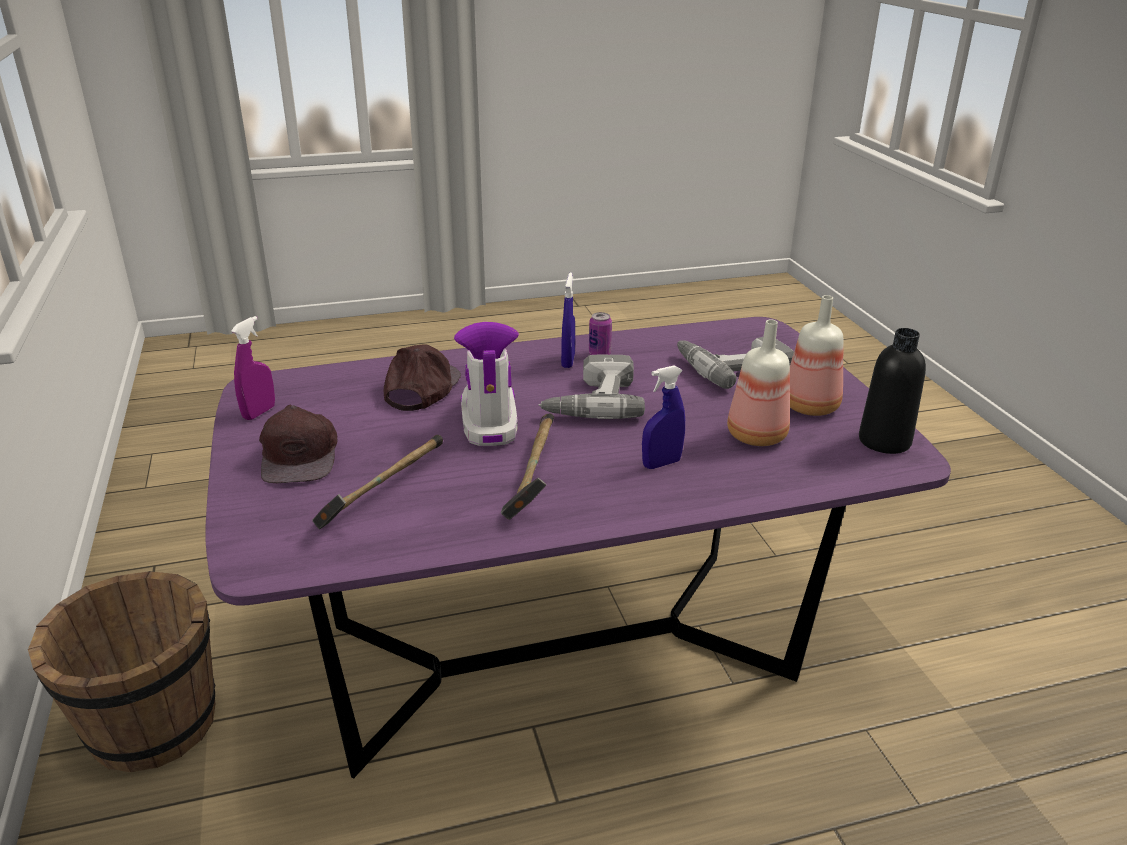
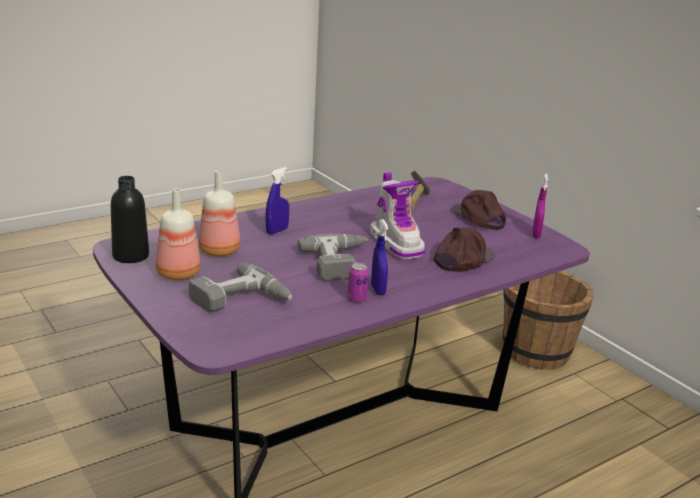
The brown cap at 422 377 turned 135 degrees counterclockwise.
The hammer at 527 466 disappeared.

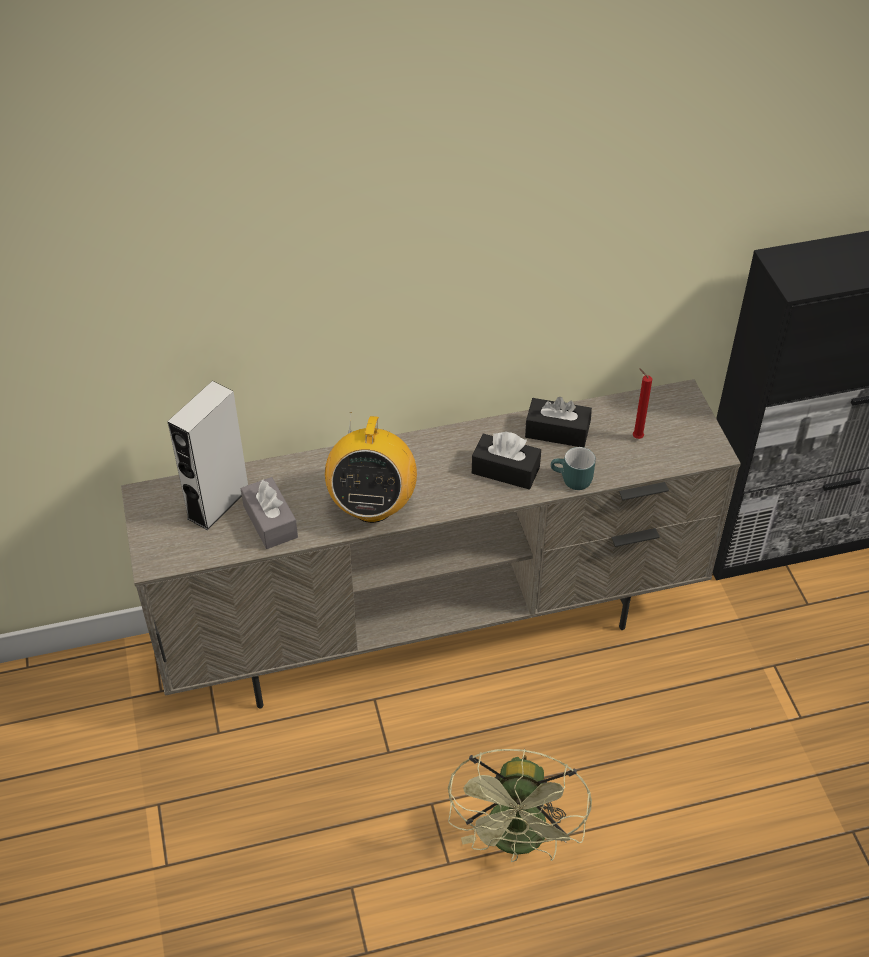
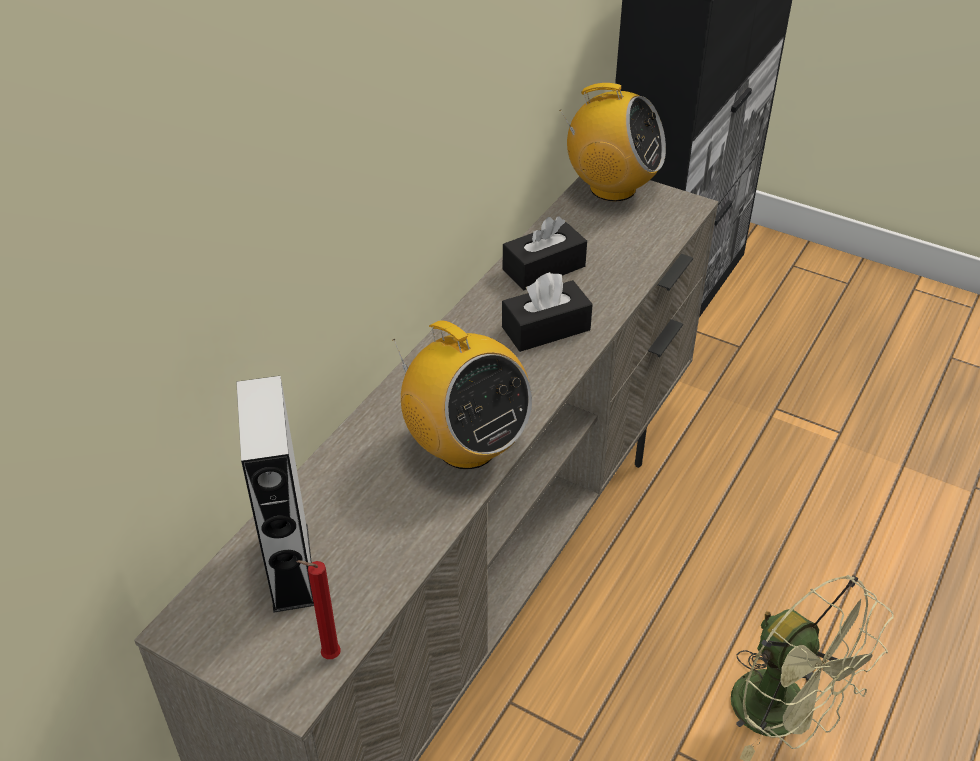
The red candle moved from 642 403 to 318 609.
The turquoise mug at 573 468 disappeared.
The grey tissue box at 269 513 disappeared.
The radio at 613 142 appeared.

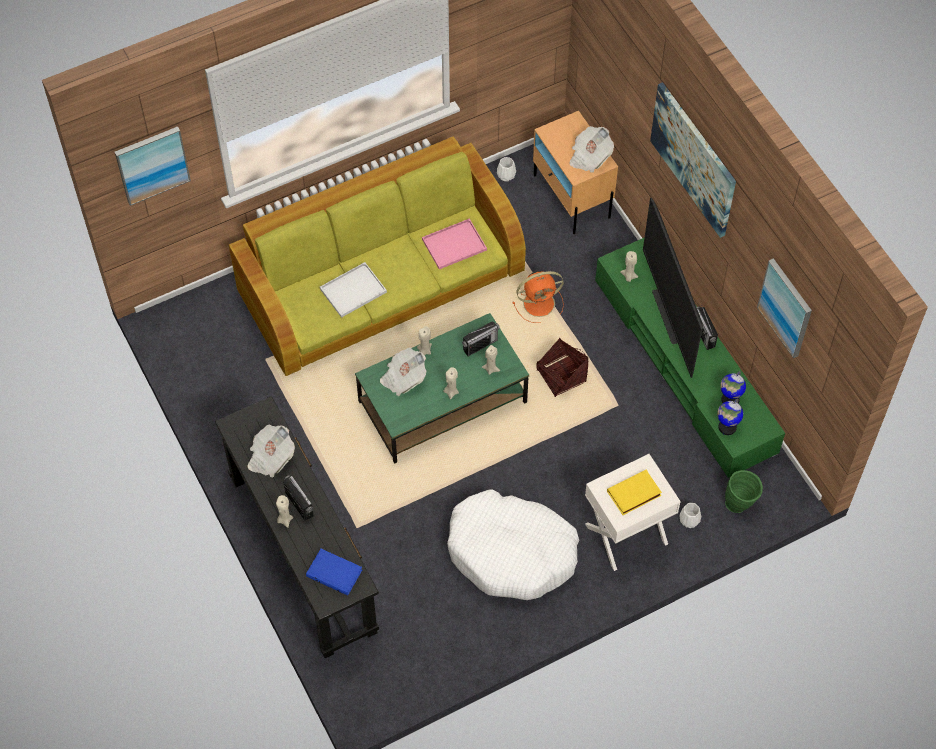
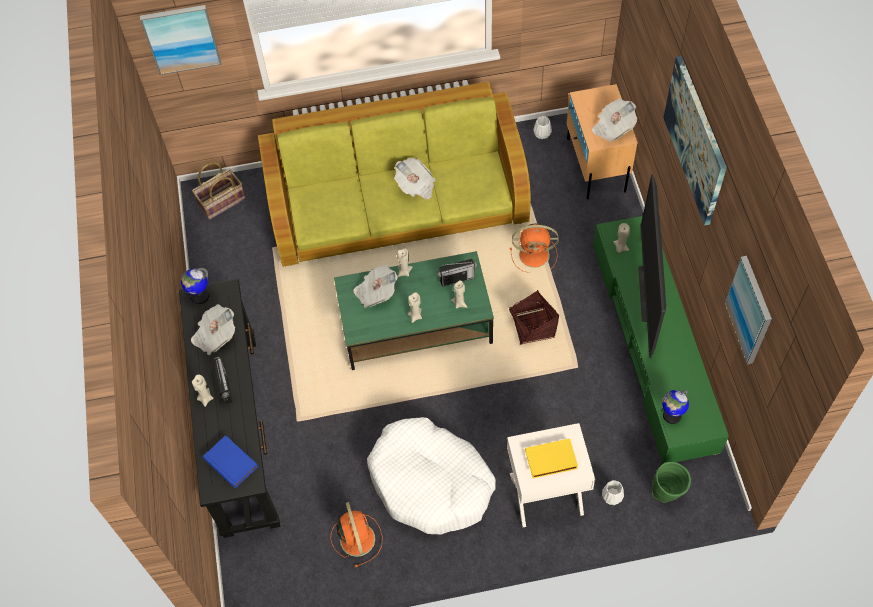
The pink tray at 454 243 disappeared.
The white tray at 353 290 disappeared.
The radio at 707 327 disappeared.
The globe moved from 733 387 to 195 286.
The newspaper at 414 179 appeared.
The basket at 219 191 appeared.
The orange fan at 357 534 appeared.

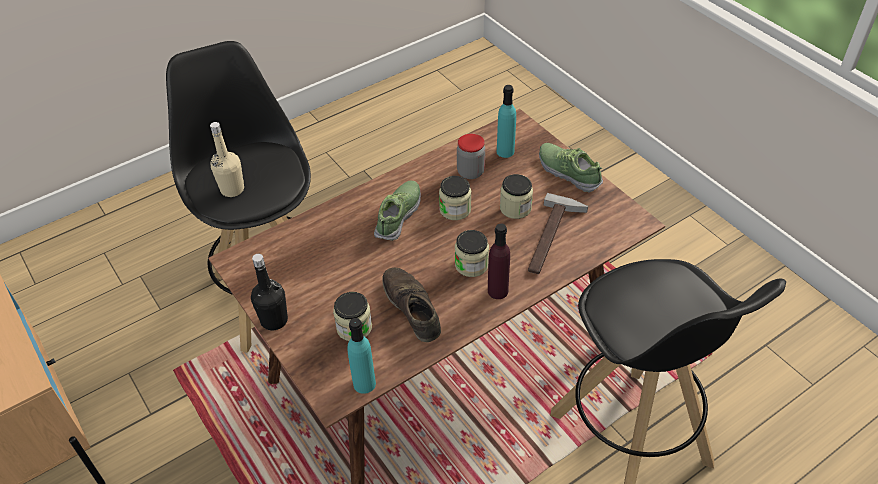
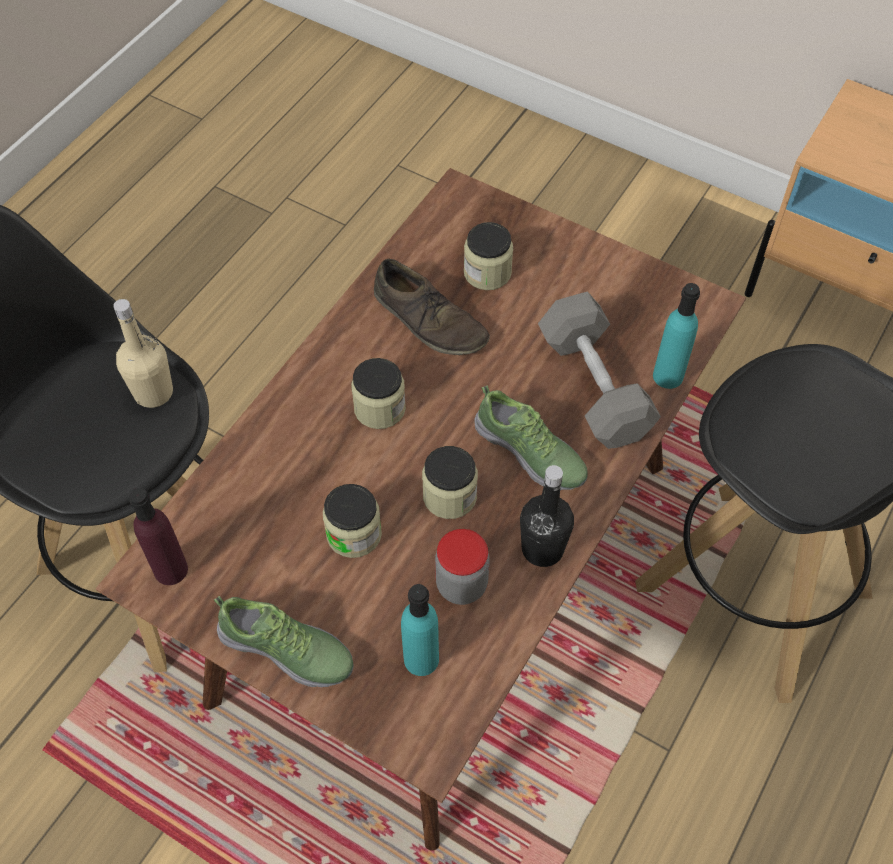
The beige bottle moved from 227 159 to 143 353.
The shoe at 397 211 turned 45 degrees counterclockwise.
The hammer at 558 233 disappeared.
The purple bottle moved from 499 261 to 158 536.
The black bottle moved from 269 292 to 547 516.
The turquoise bottle moved from 361 356 to 676 336.
The grey dumbbell at 599 370 appeared.

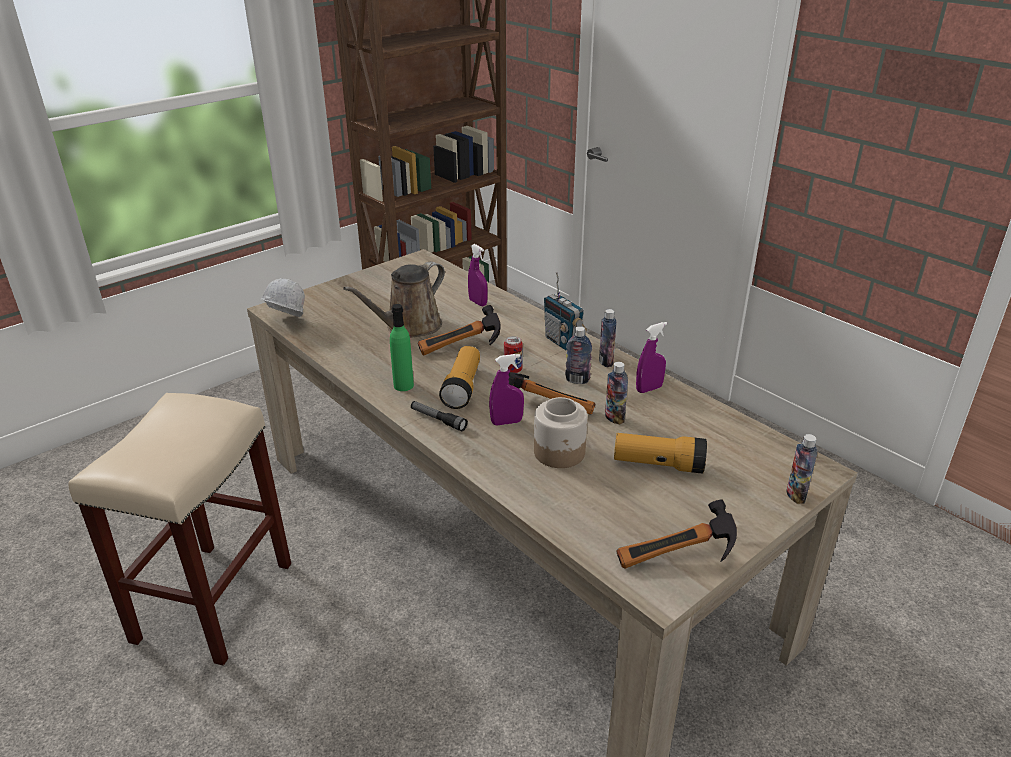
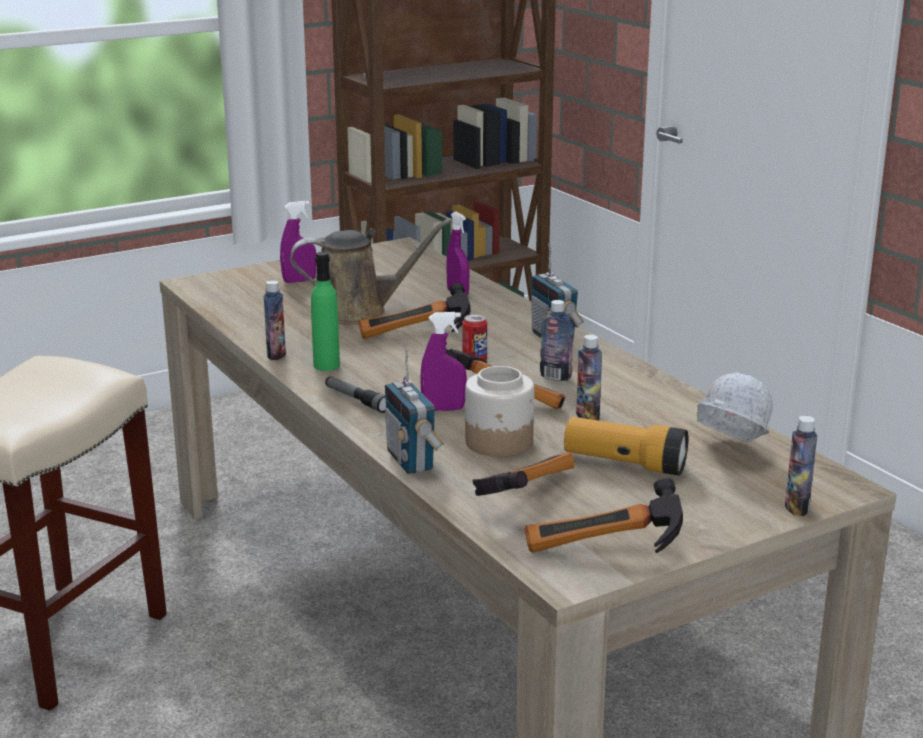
The brown watering can at 394 300 turned 150 degrees counterclockwise.
The white hard hat moved from 283 297 to 735 407.
The bottle moved from 608 338 to 275 320.
The purple spray bottle moved from 651 357 to 298 242.
The flashlight at 459 377 disappeared.
The radio at 414 409 appeared.
The hammer at 523 474 appeared.

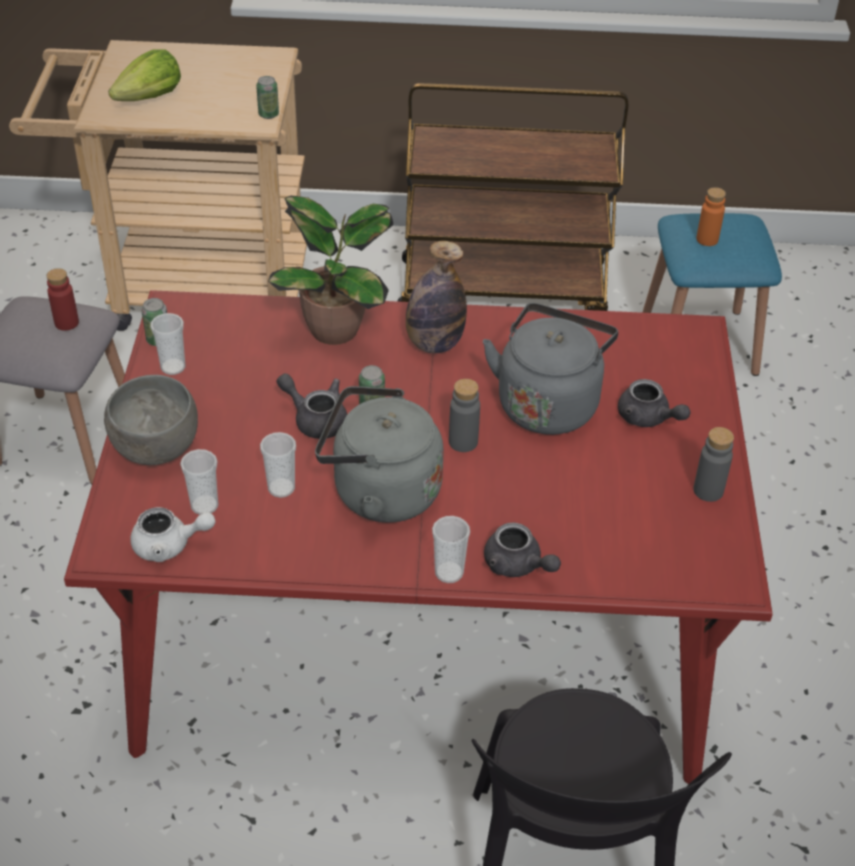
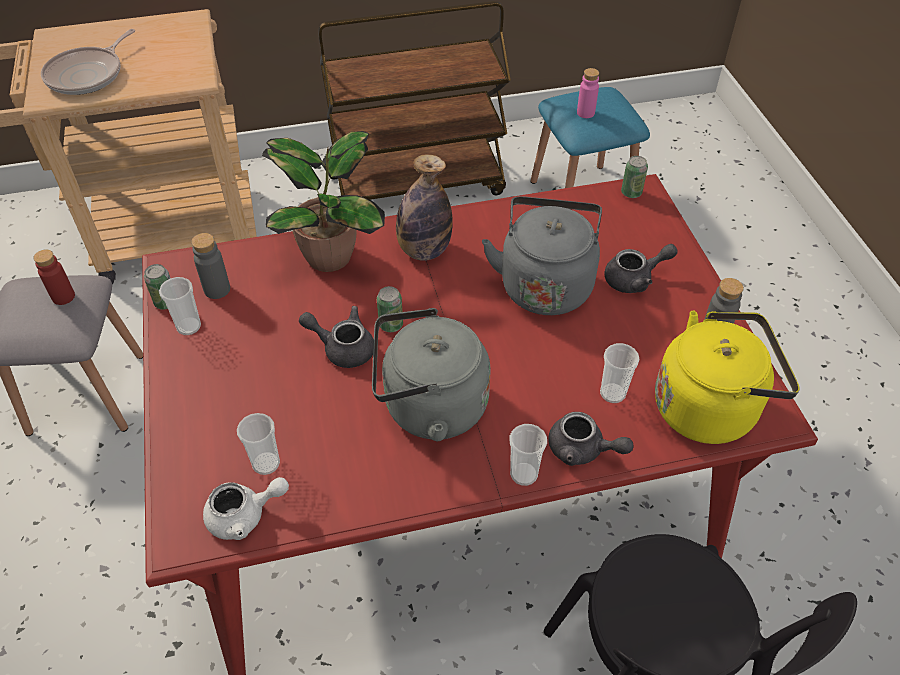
The lettuce at 144 75 was replaced by the frying pan at 88 62.
The can moved from 267 97 to 634 177.
The orange bottle at 711 216 became the pink bottle at 588 93.
The grey bowl at 151 420 disappeared.
The grey bottle moved from 464 415 to 210 266.
The grey teapot at 654 403 turned 45 degrees counterclockwise.
The cup moved from 278 465 to 619 373.
The yellow kettle at 727 377 appeared.

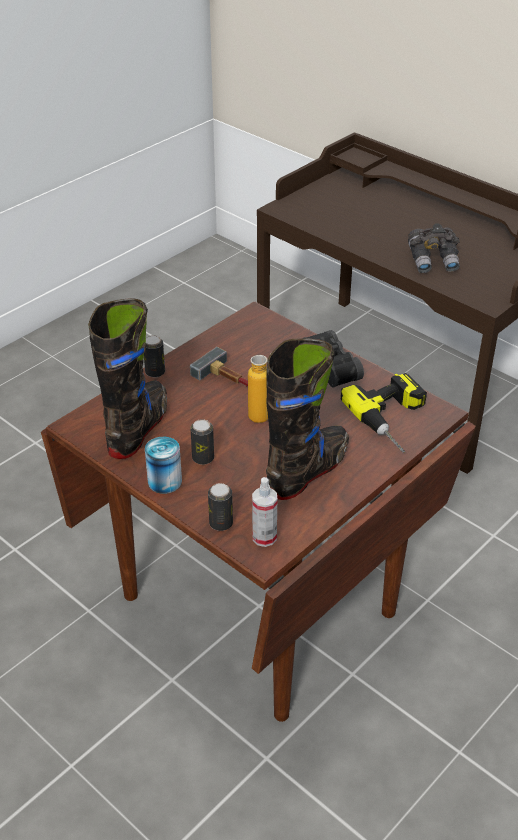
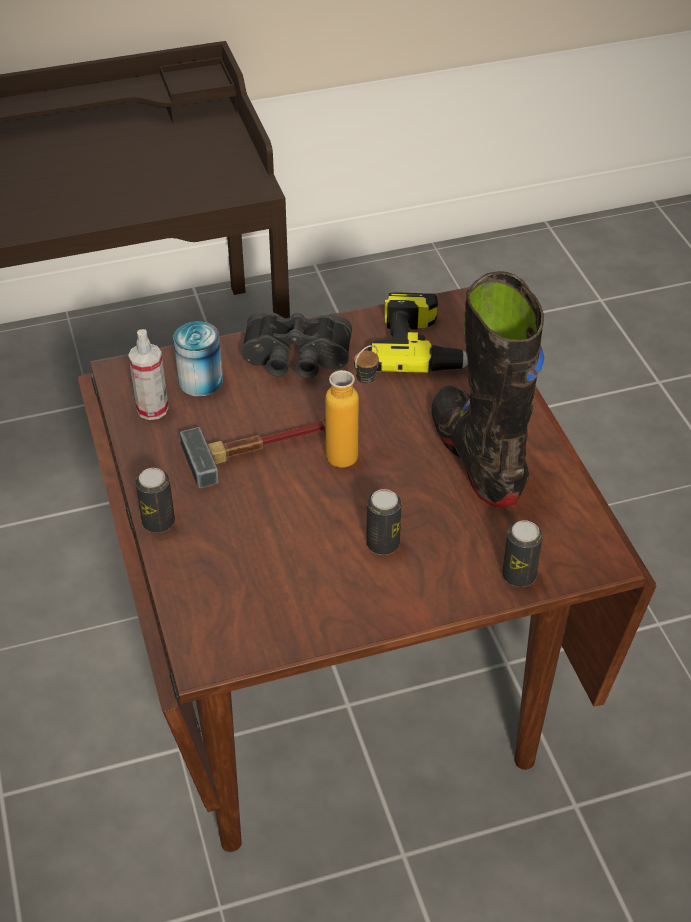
The grey binoculars at 434 248 disappeared.
The black boot at 127 378 disappeared.
The can moved from 163 465 to 198 359.
The spray bottle moved from 264 512 to 148 374.

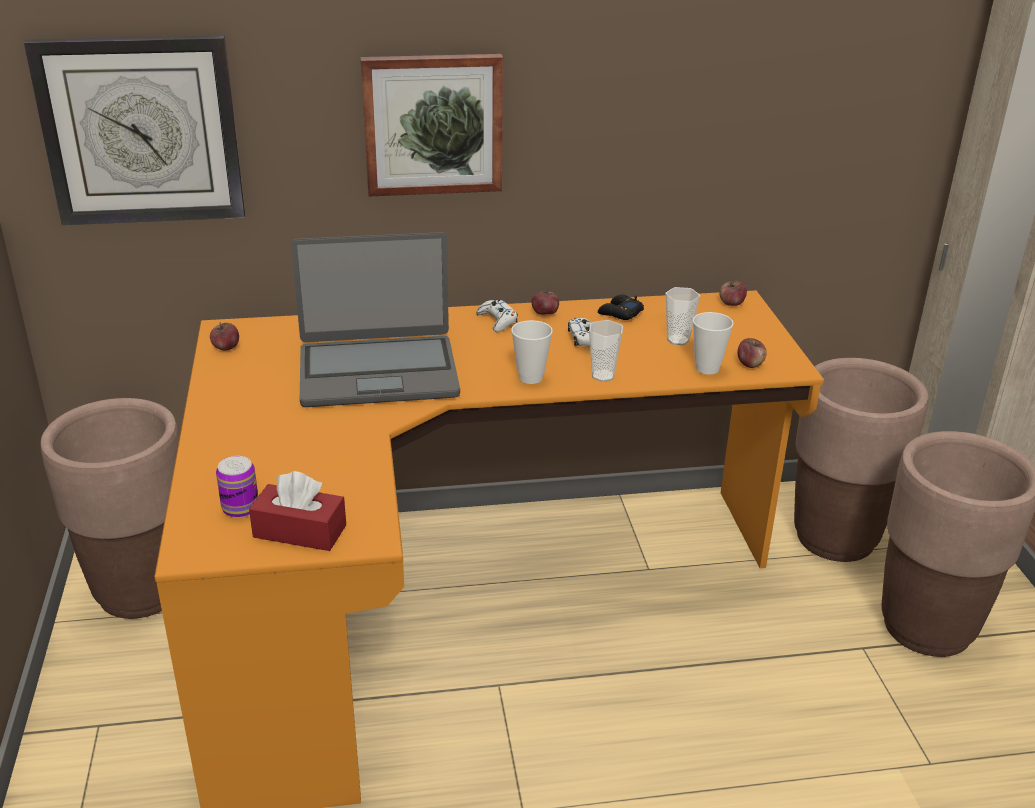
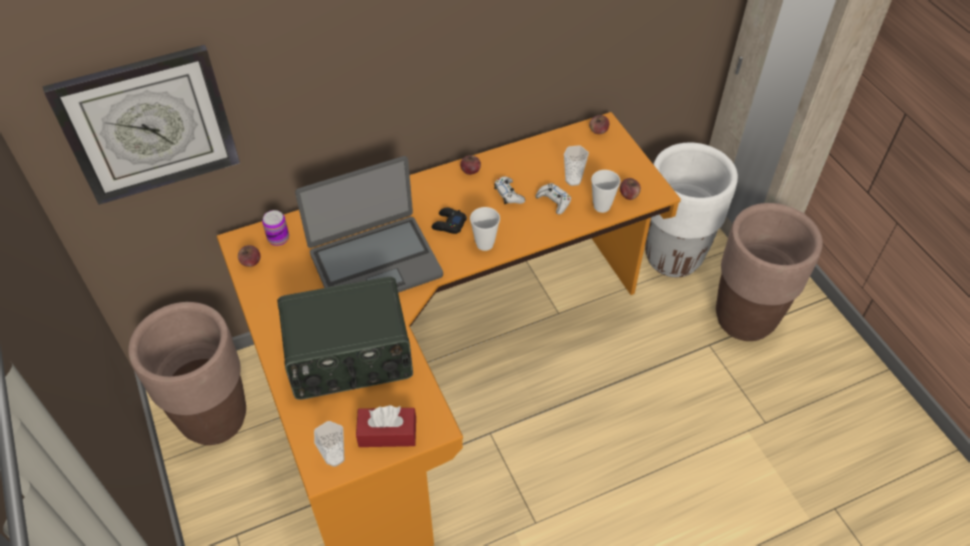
The picture at 432 125 disappeared.
The black game controller moved from 621 307 to 449 221.
The white game controller moved from 497 316 to 553 199.
The cup moved from 606 351 to 329 444.
The brown planter at 861 460 became the white planter at 691 210.
The can moved from 237 487 to 275 228.
The radio at 345 338 appeared.

